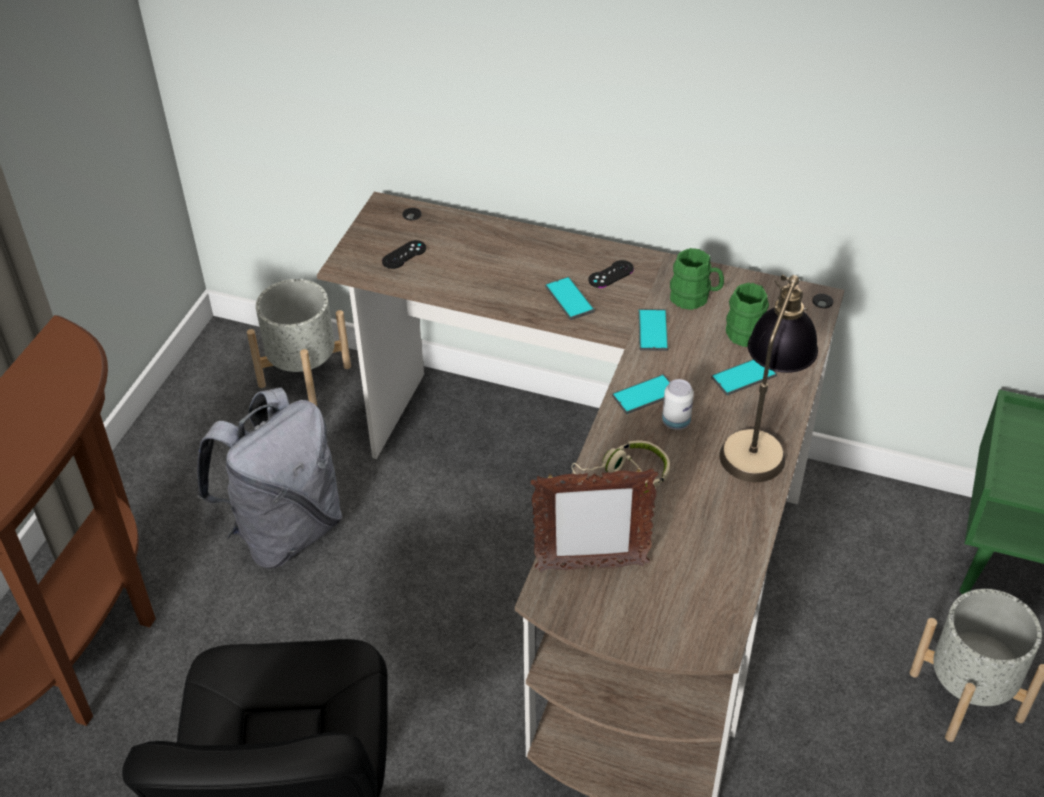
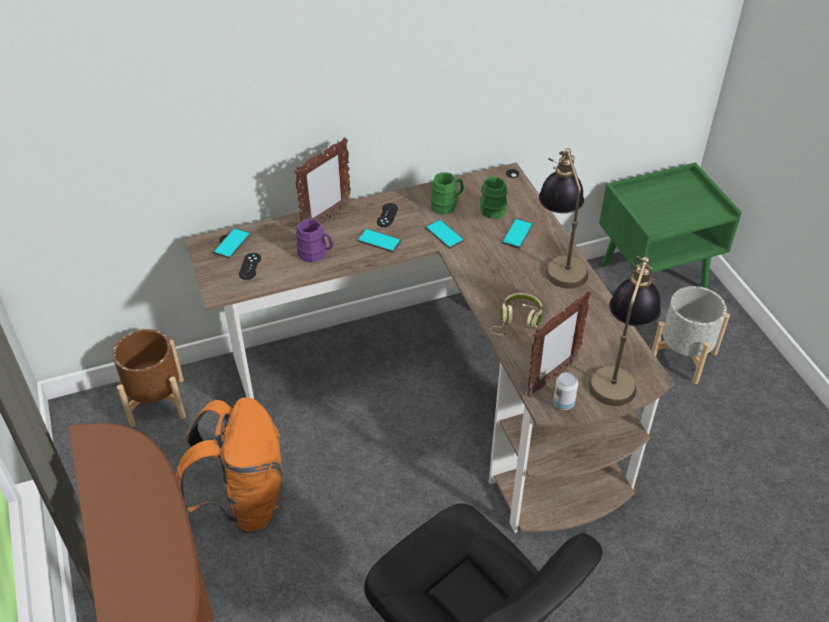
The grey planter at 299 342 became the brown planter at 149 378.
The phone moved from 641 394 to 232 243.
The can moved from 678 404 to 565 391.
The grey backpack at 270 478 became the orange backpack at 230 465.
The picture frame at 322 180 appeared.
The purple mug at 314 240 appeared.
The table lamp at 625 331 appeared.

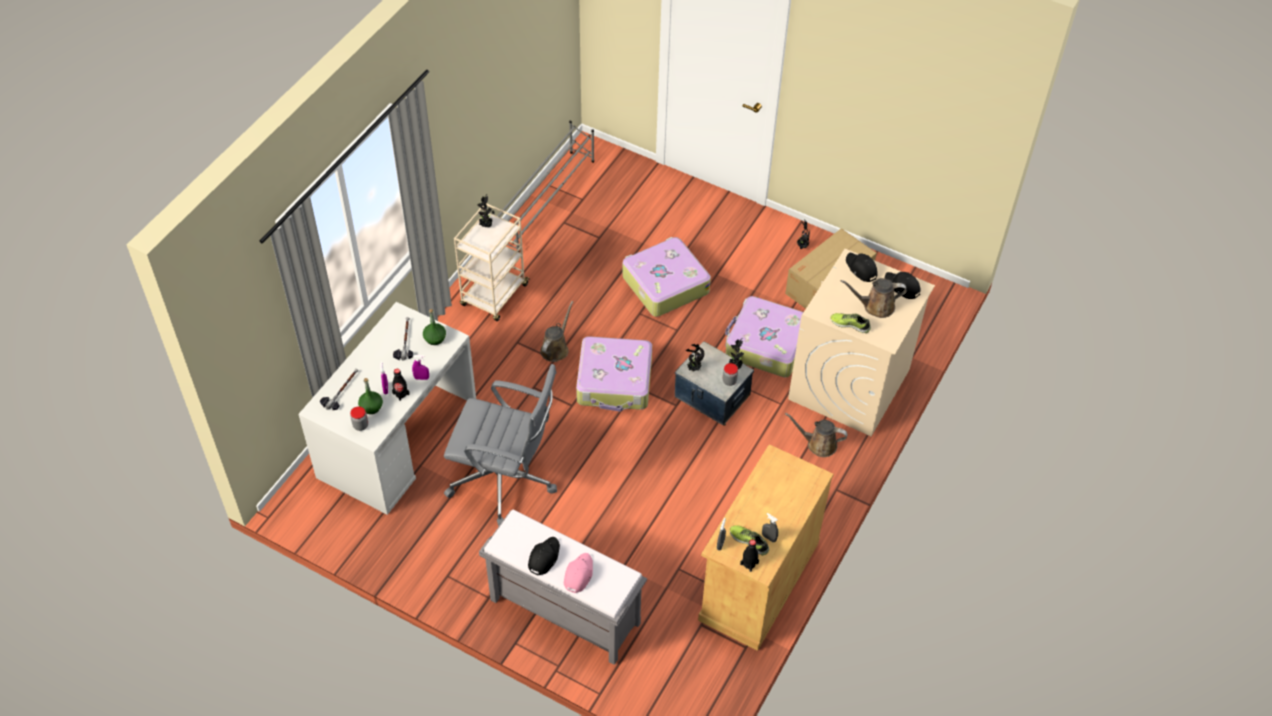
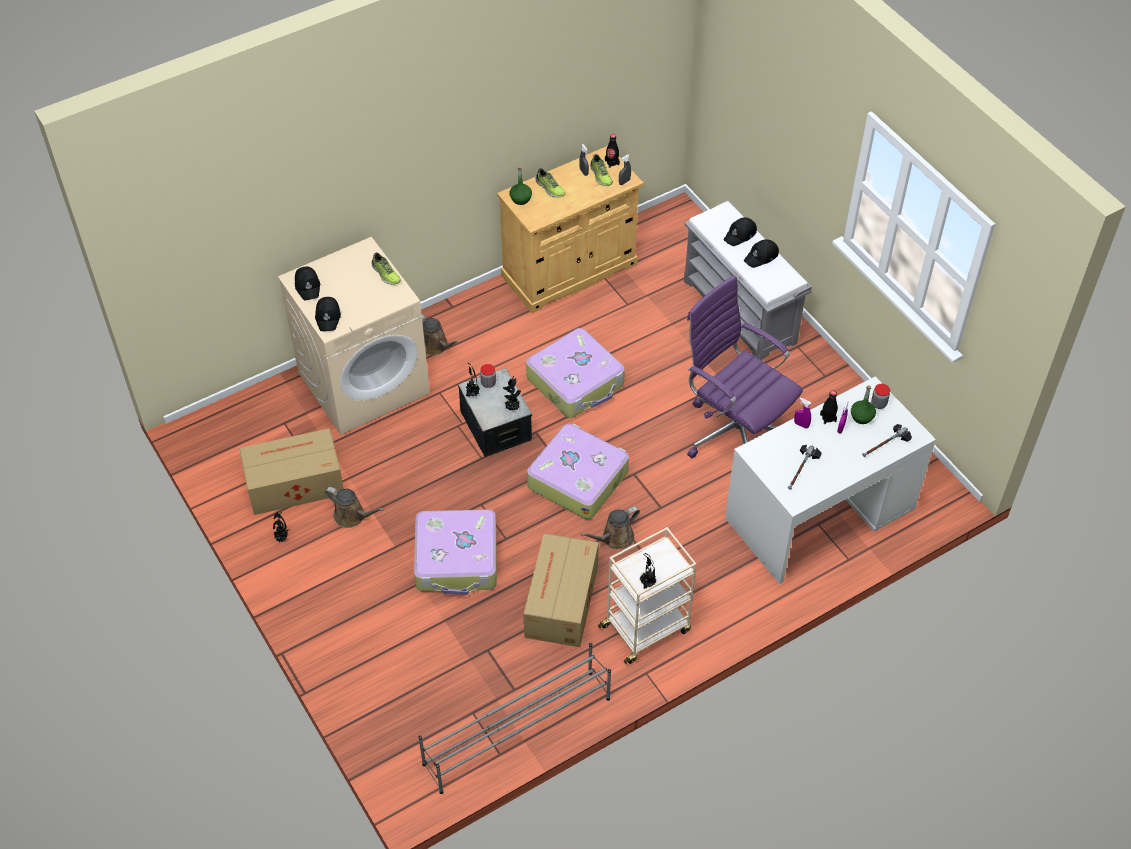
The brown watering can moved from 873 298 to 354 507.
The suitcase moved from 764 336 to 575 373.
The green bottle moved from 434 327 to 520 185.
The grey office chair at 500 445 became the purple office chair at 745 367.
The pink cap at 578 573 became the black cap at 740 231.
The shoe at 550 183 appeared.
The cardboard box at 561 590 appeared.

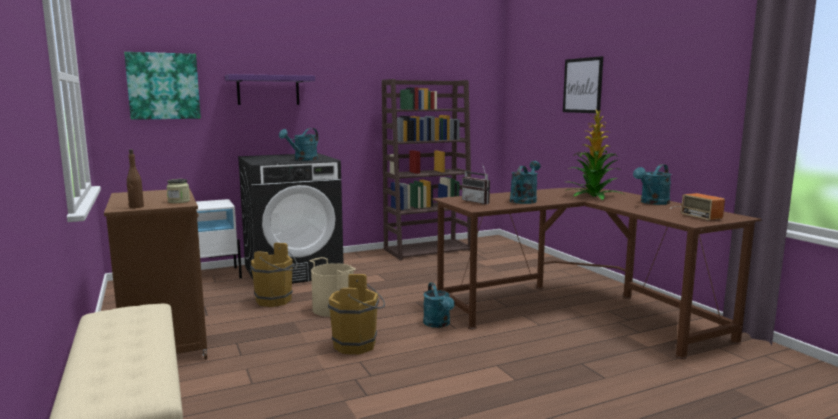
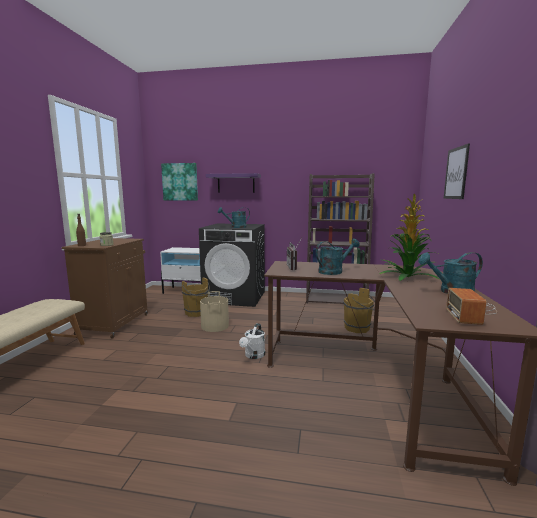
The brown bucket moved from 356 314 to 359 310.
The turquoise watering can at 439 305 became the white watering can at 252 341.

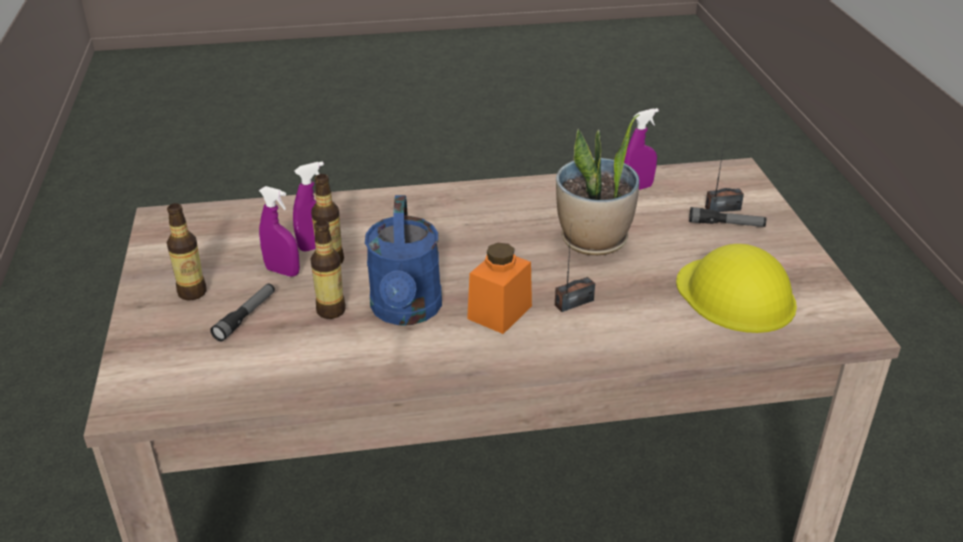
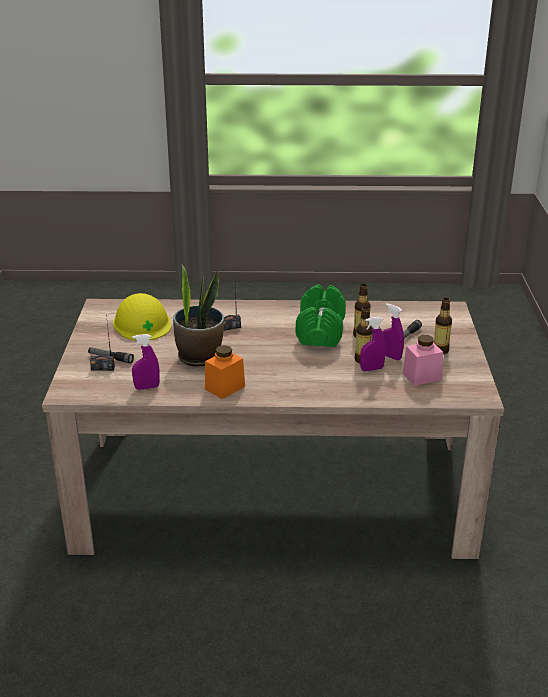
The blue watering can at 403 260 was replaced by the green dumbbell at 321 315.
The orange jar moved from 499 288 to 225 372.
The pink jar at 422 360 appeared.

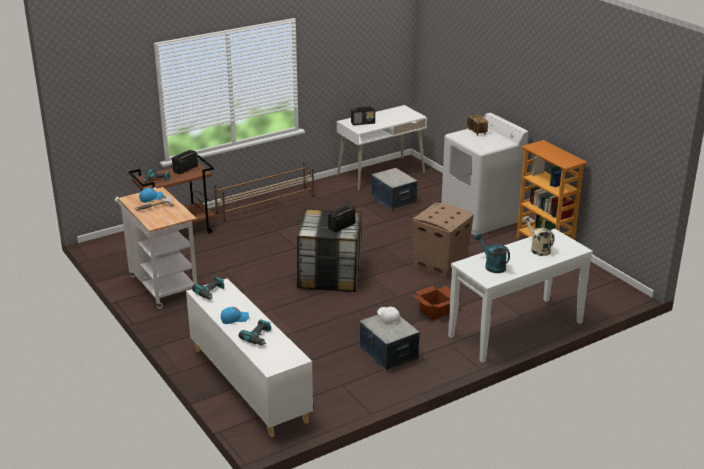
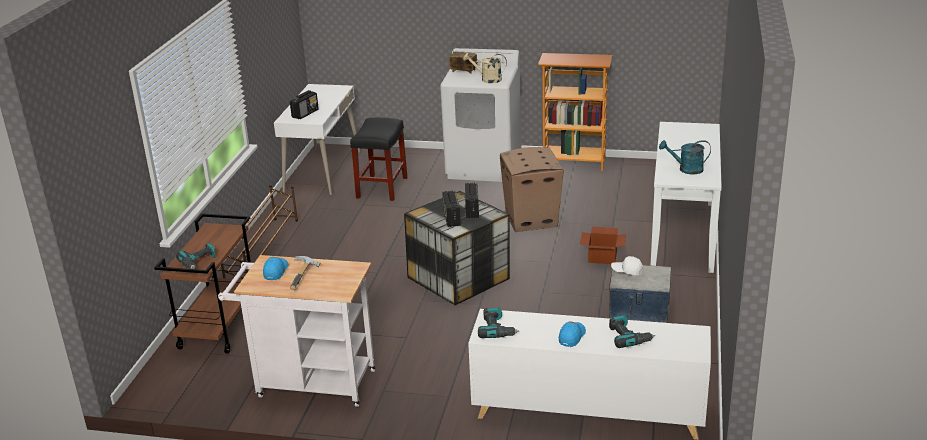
The radio moved from 185 162 to 451 208.
The storage box at 394 189 was replaced by the black stool at 378 159.
The beige watering can moved from 538 236 to 485 68.

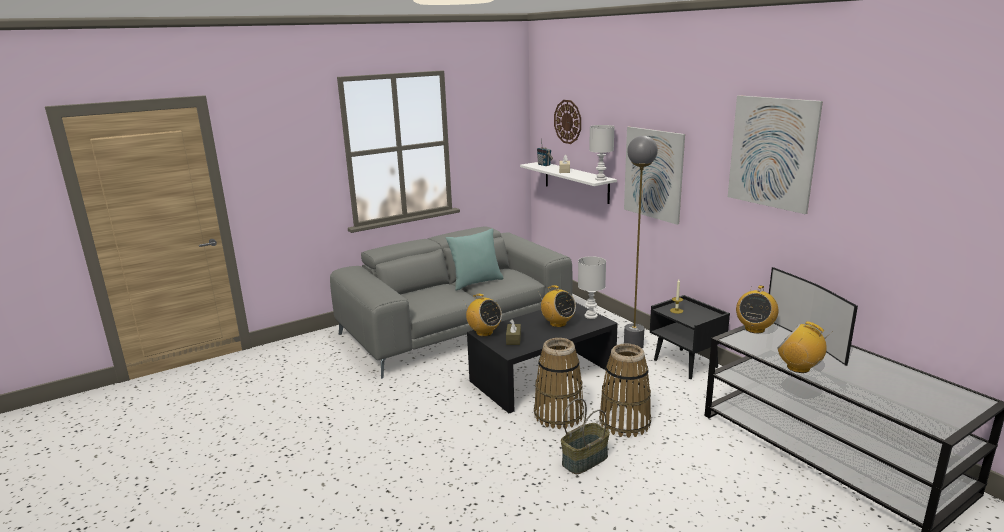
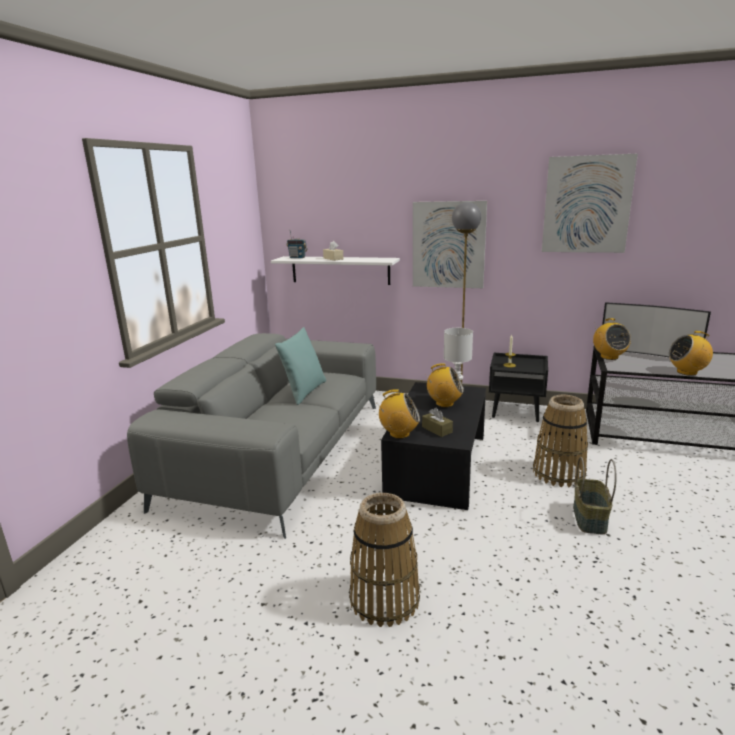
The wall clock at 567 122 disappeared.
The white table lamp at 602 153 disappeared.
The basket moved from 559 383 to 384 560.

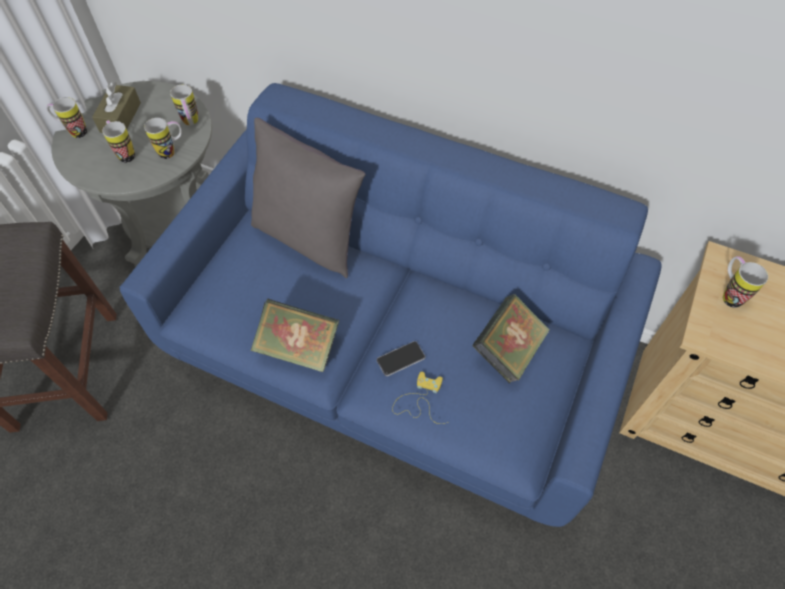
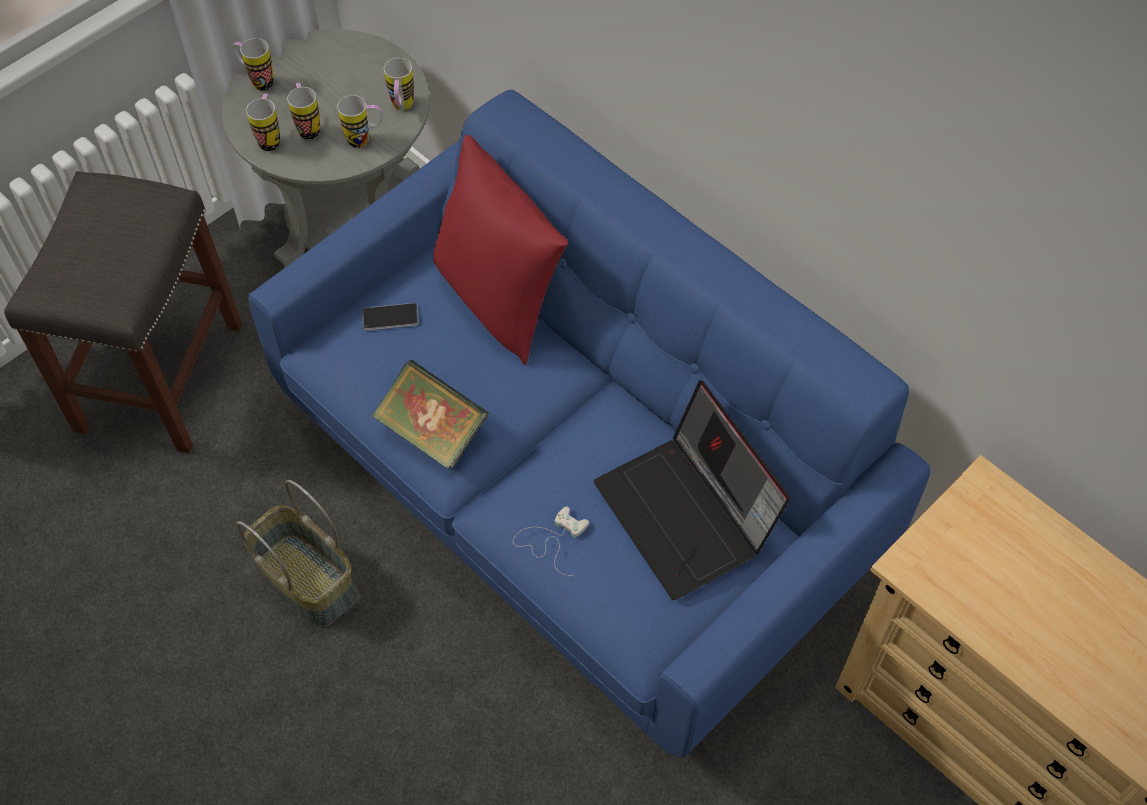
The brown tissue box at 116 107 disappeared.
The grey pillow at 308 198 became the red pillow at 501 250.
The mug moved from 745 282 to 263 122.
The book at 511 339 was replaced by the laptop at 691 490.
The phone moved from 401 358 to 390 317.
The yellow game controller at 420 398 became the white game controller at 551 541.
The basket at 296 553 appeared.

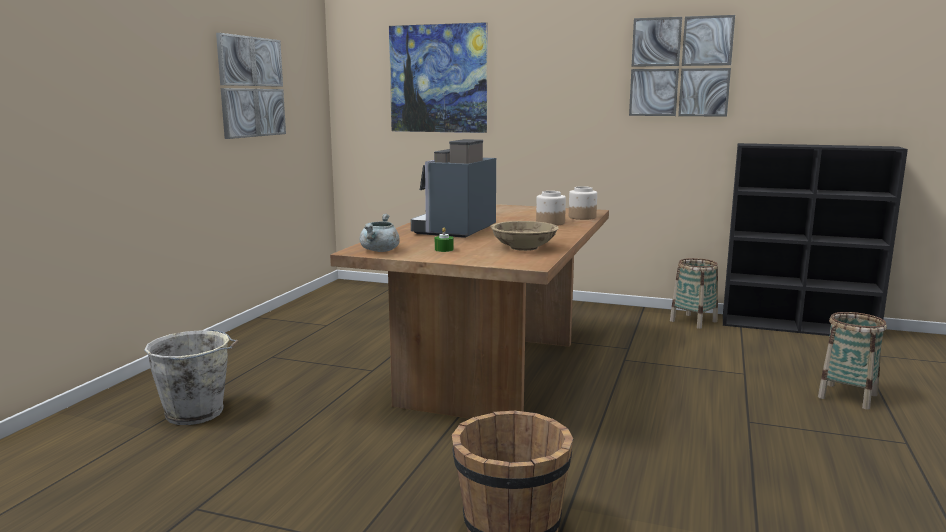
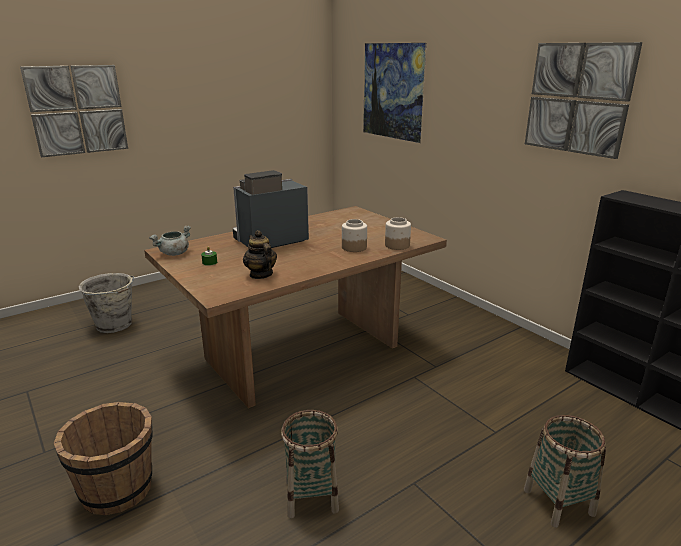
The picture moved from 251 86 to 74 111.
The beige bowl at 525 236 was replaced by the teapot at 260 254.
The basket moved from 694 293 to 310 464.

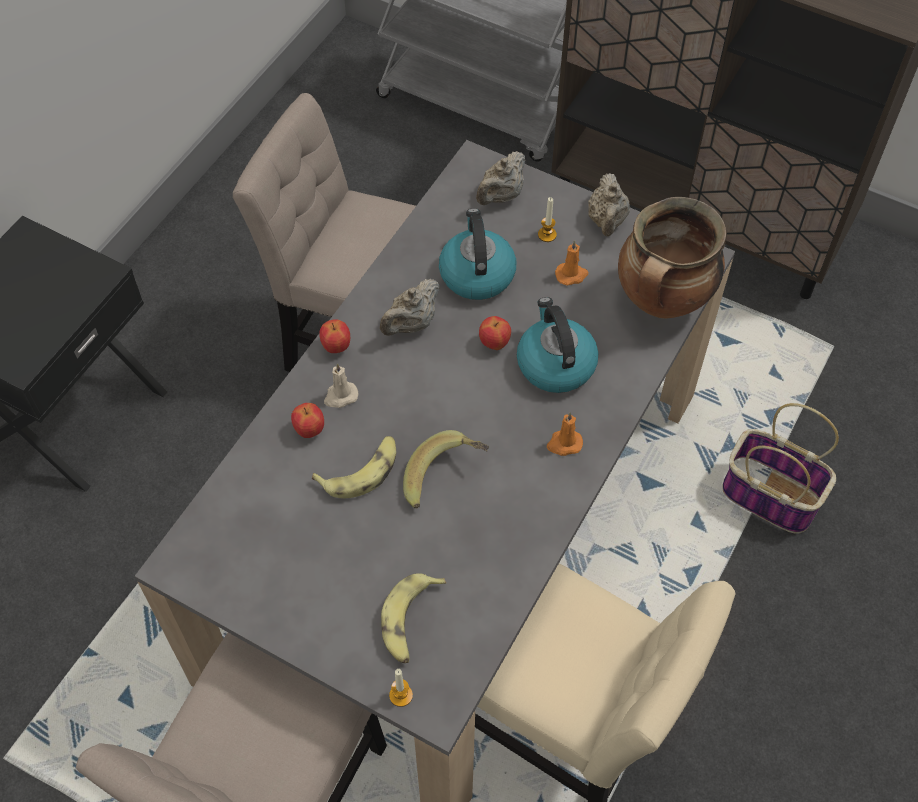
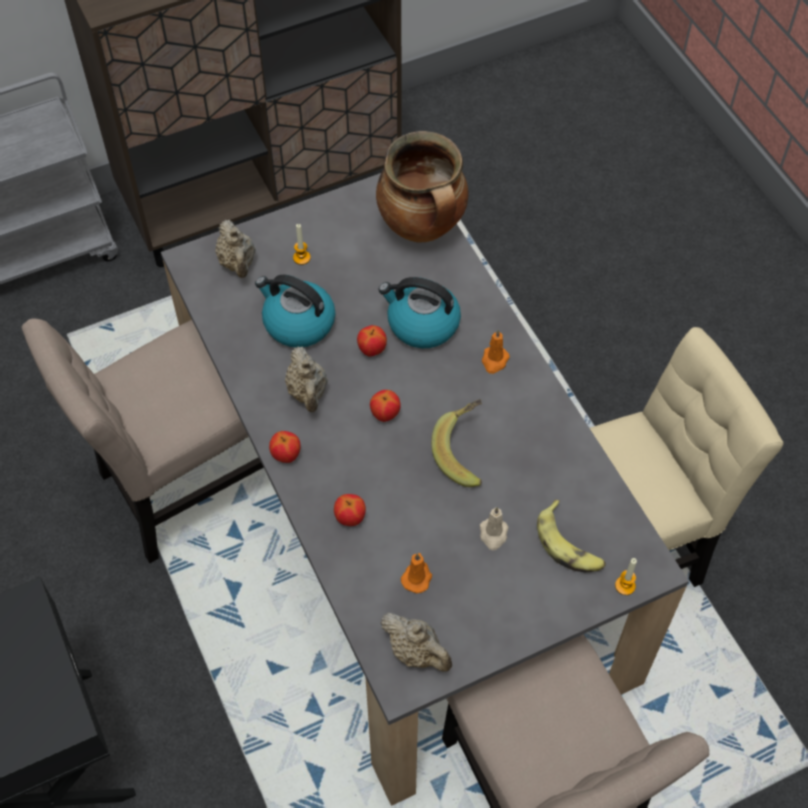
The beige teapot moved from 609 204 to 416 642.
The orange candle moved from 571 263 to 416 573.
The beige candle moved from 341 385 to 494 528.
The basket at 780 468 disappeared.
The banana at 354 467 disappeared.
The apple at 385 406 appeared.

